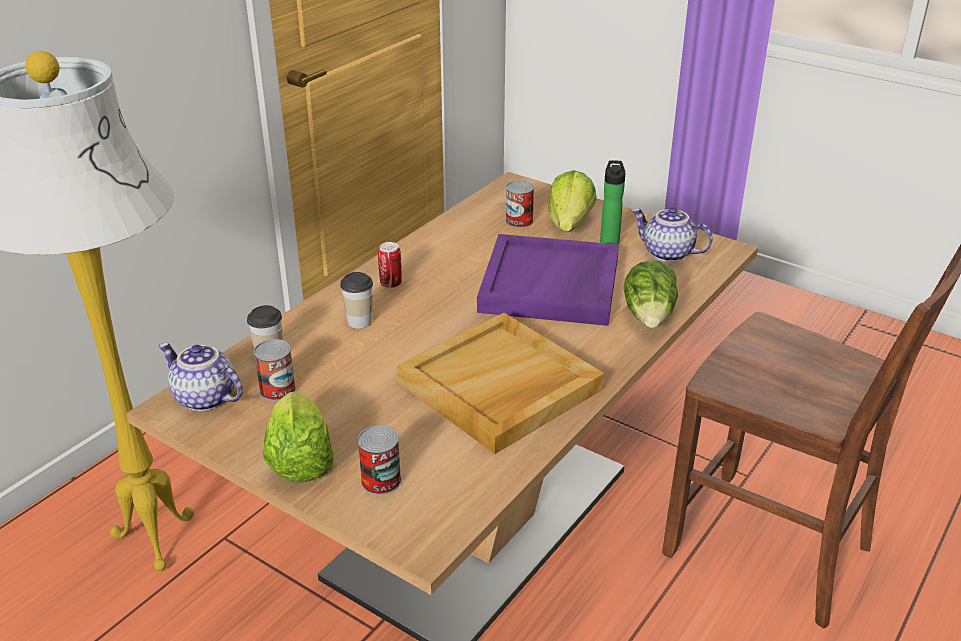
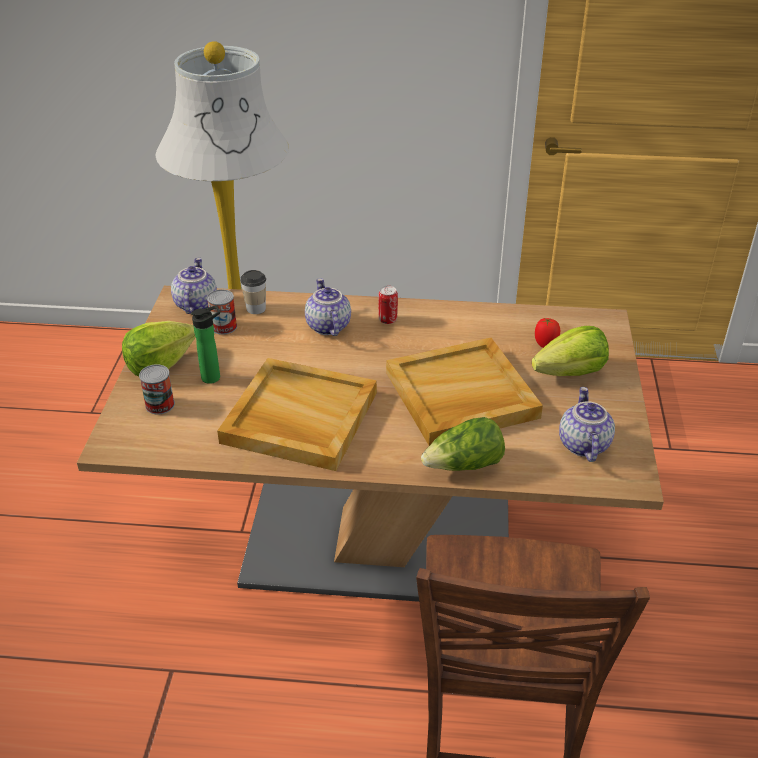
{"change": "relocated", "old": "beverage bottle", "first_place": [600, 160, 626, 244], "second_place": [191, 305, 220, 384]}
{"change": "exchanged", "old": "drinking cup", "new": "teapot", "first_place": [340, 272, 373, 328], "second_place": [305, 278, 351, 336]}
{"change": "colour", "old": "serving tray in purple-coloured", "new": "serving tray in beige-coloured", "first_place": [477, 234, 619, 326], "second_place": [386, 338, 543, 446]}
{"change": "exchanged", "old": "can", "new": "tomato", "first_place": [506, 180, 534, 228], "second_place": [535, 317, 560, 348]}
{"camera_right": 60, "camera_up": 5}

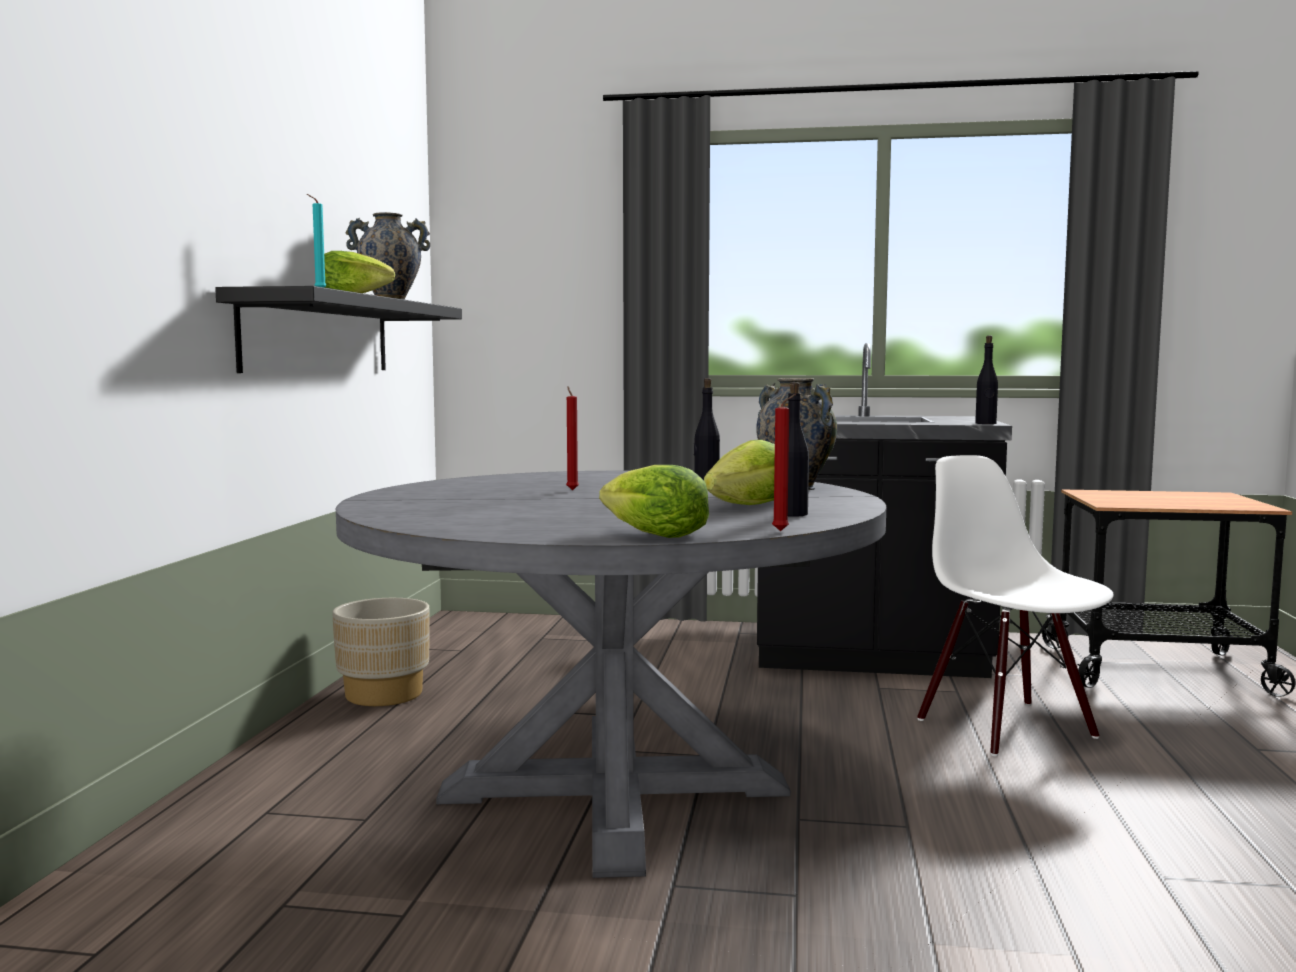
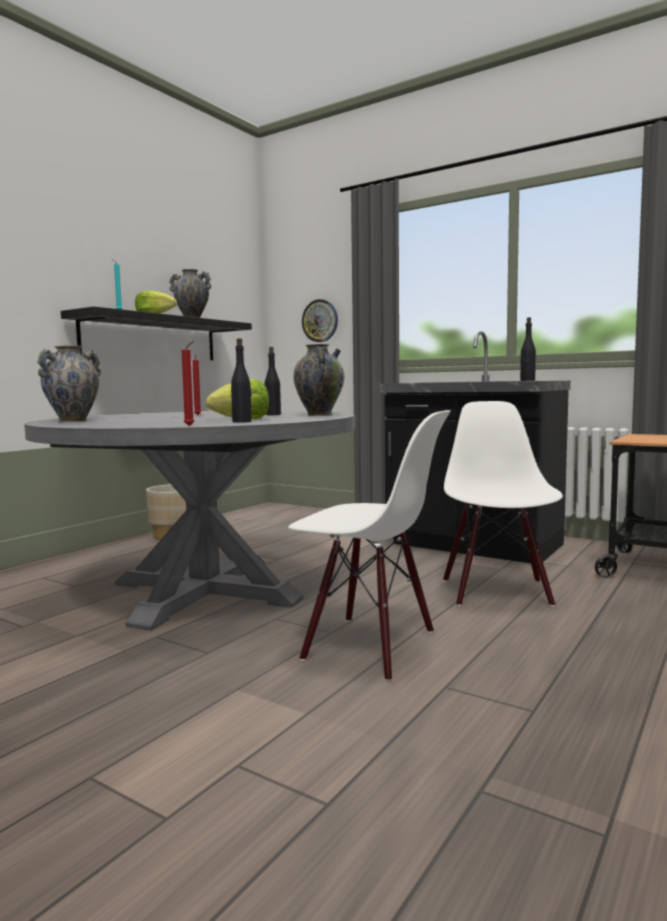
{"change": "appeared", "new": "decorative vase", "second_place": [37, 345, 101, 422]}
{"change": "appeared", "new": "plain chair in white", "second_place": [288, 410, 451, 682]}
{"change": "appeared", "new": "wall clock", "second_place": [302, 299, 338, 342]}
{"change": "missing", "old": "lettuce head", "first_place": [599, 465, 709, 538]}
{"camera_right": 25, "camera_up": 0}

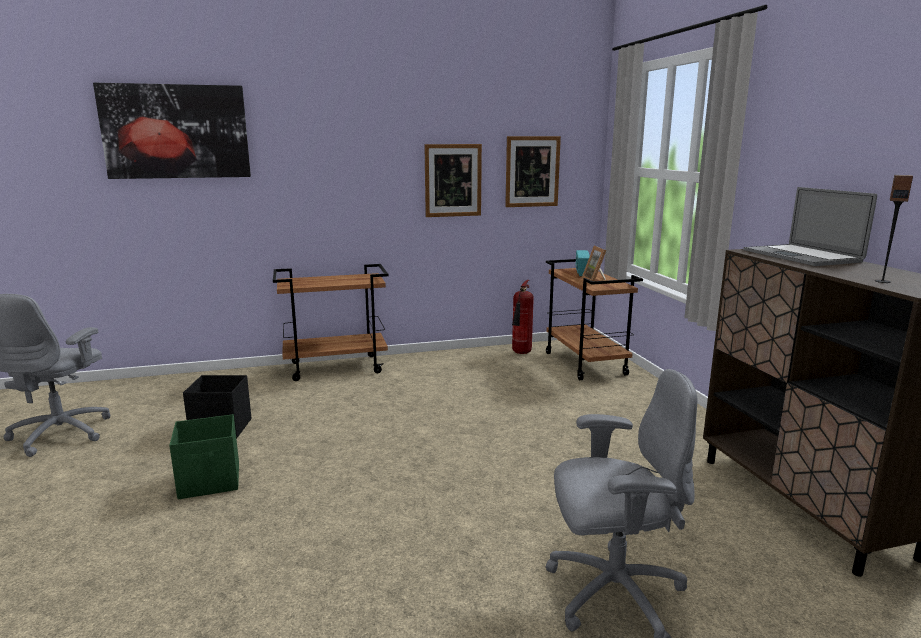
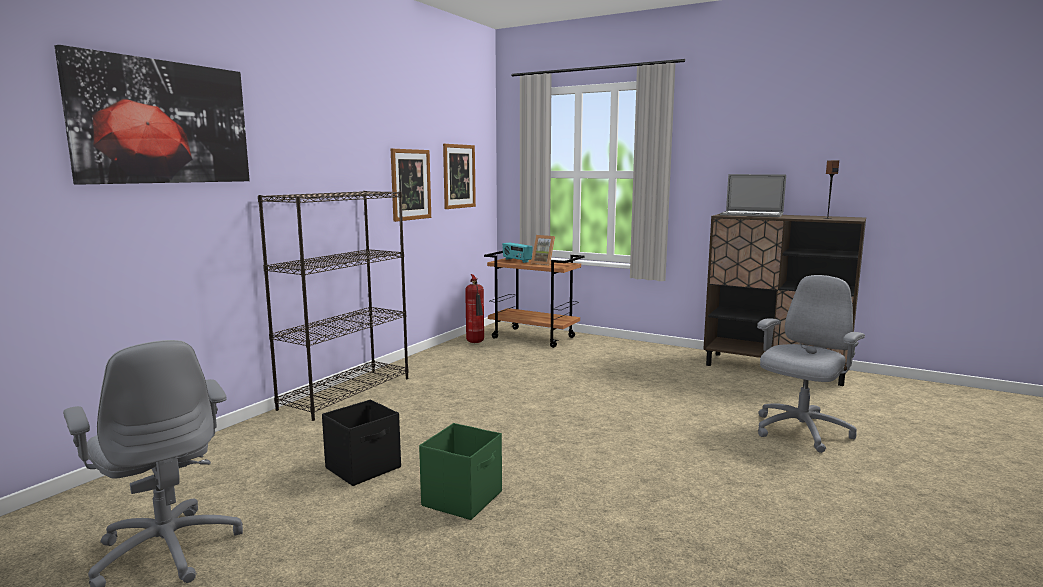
{"change": "exchanged", "old": "cart in brown", "new": "bookcase in black-coloured", "first_place": [273, 264, 388, 381], "second_place": [258, 191, 408, 421]}
{"camera_right": -45, "camera_up": -5}

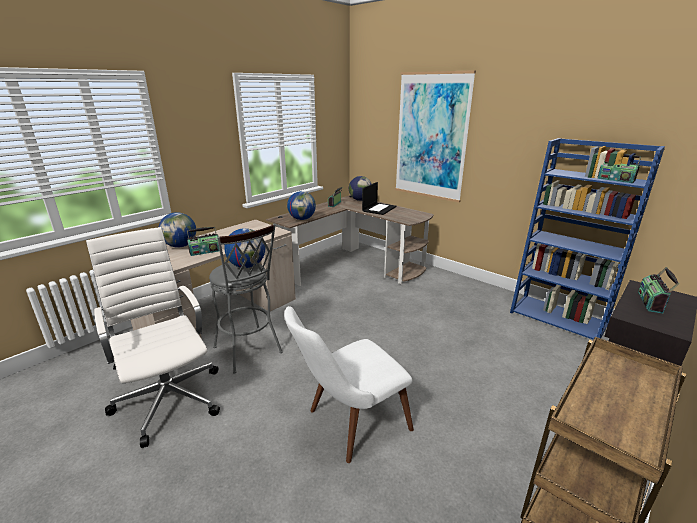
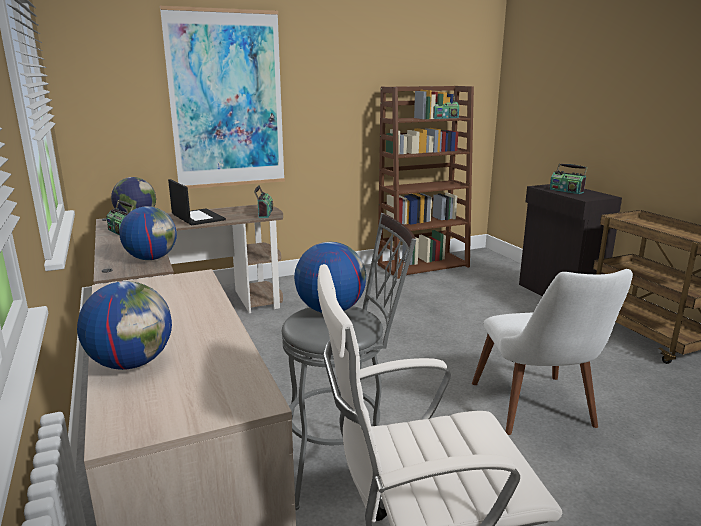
{"change": "relocated", "old": "radio receiver", "first_place": [187, 227, 220, 256], "second_place": [254, 186, 273, 218]}
{"change": "colour", "old": "bookcase in blue", "new": "bookcase in brown", "first_place": [510, 138, 665, 340], "second_place": [378, 86, 474, 279]}
{"camera_right": -65, "camera_up": -5}

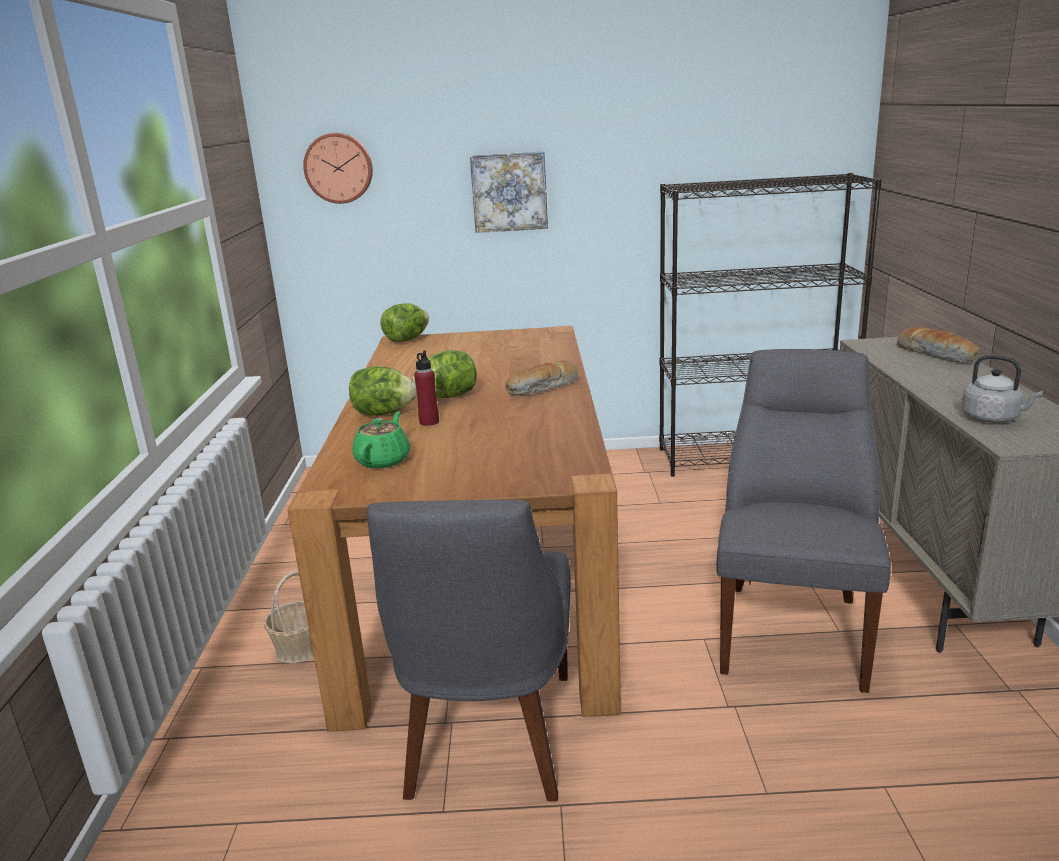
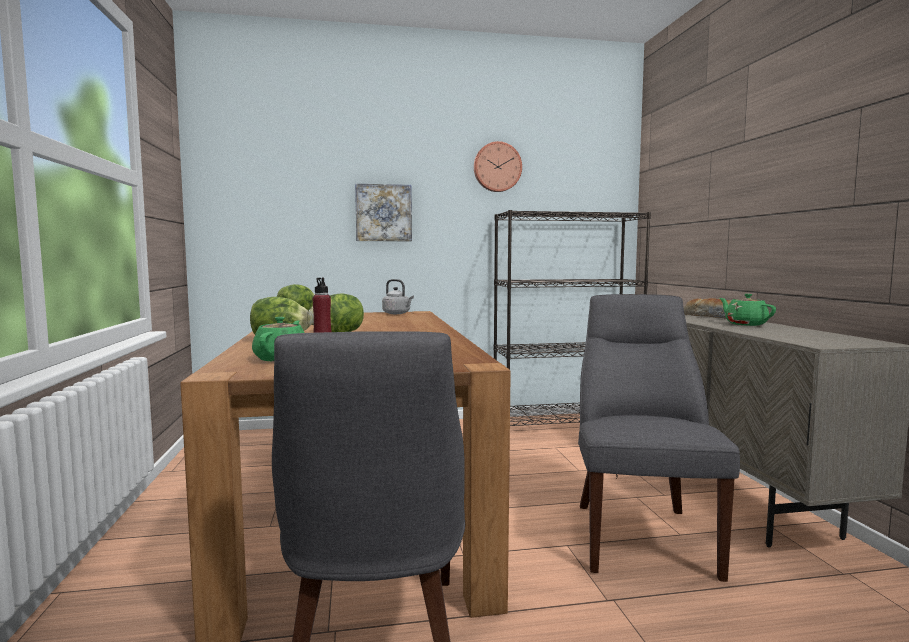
{"change": "relocated", "old": "water kettle in greyish", "first_place": [961, 355, 1043, 423], "second_place": [382, 279, 414, 314]}
{"change": "relocated", "old": "wall clock", "first_place": [303, 133, 373, 204], "second_place": [474, 141, 522, 192]}
{"change": "appeared", "new": "teapot in green-coloured", "second_place": [719, 294, 776, 326]}
{"change": "missing", "old": "basket", "first_place": [264, 571, 314, 663]}
{"change": "missing", "old": "baked bread", "first_place": [505, 360, 578, 396]}
{"camera_right": -10, "camera_up": -15}

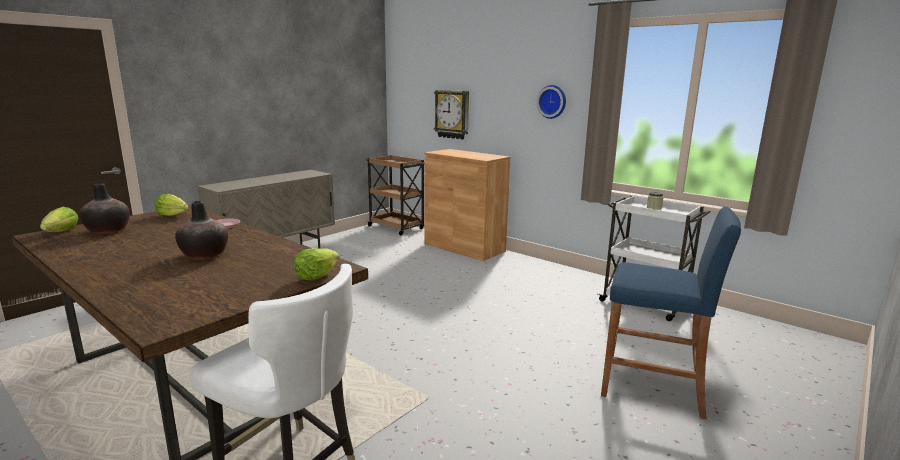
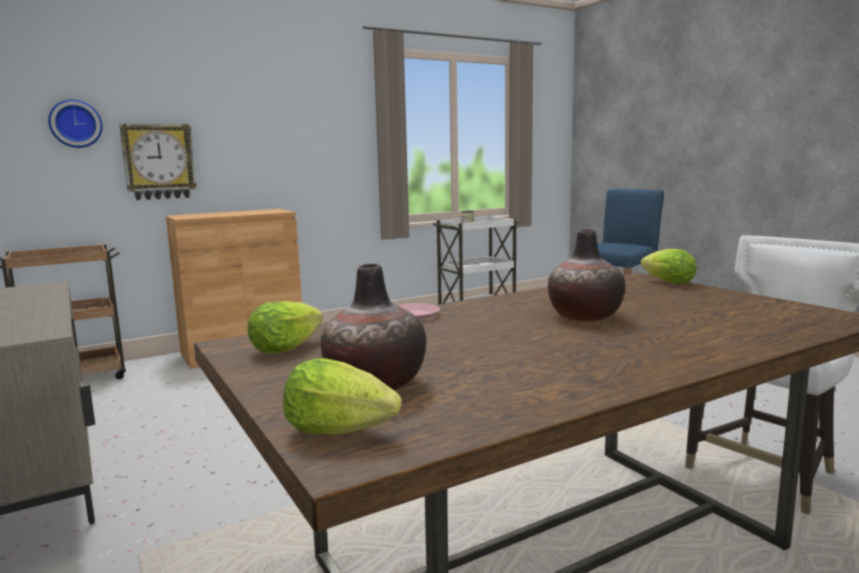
{"change": "relocated", "old": "wall clock", "first_place": [537, 85, 566, 119], "second_place": [48, 99, 103, 148]}
{"camera_right": -70, "camera_up": -5}

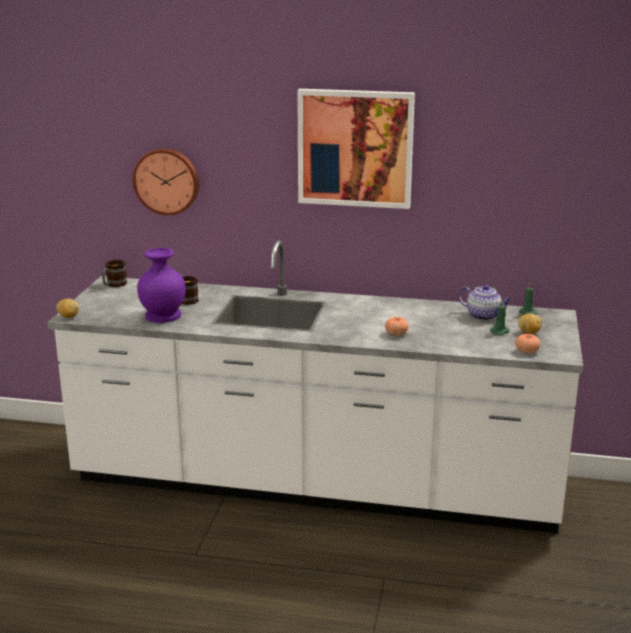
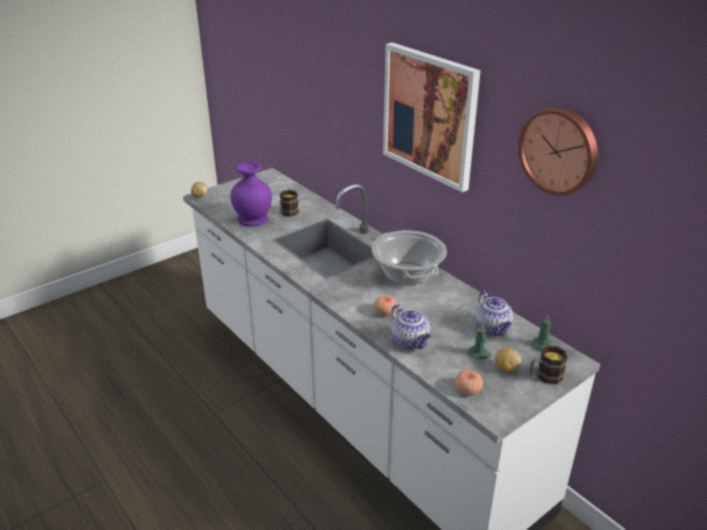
{"change": "appeared", "new": "saucepot", "second_place": [372, 230, 447, 285]}
{"change": "appeared", "new": "teapot", "second_place": [391, 304, 431, 349]}
{"change": "relocated", "old": "wall clock", "first_place": [133, 148, 199, 216], "second_place": [518, 107, 598, 196]}
{"change": "relocated", "old": "coffee mug", "first_place": [102, 260, 127, 287], "second_place": [530, 346, 568, 384]}
{"camera_right": 40, "camera_up": 10}

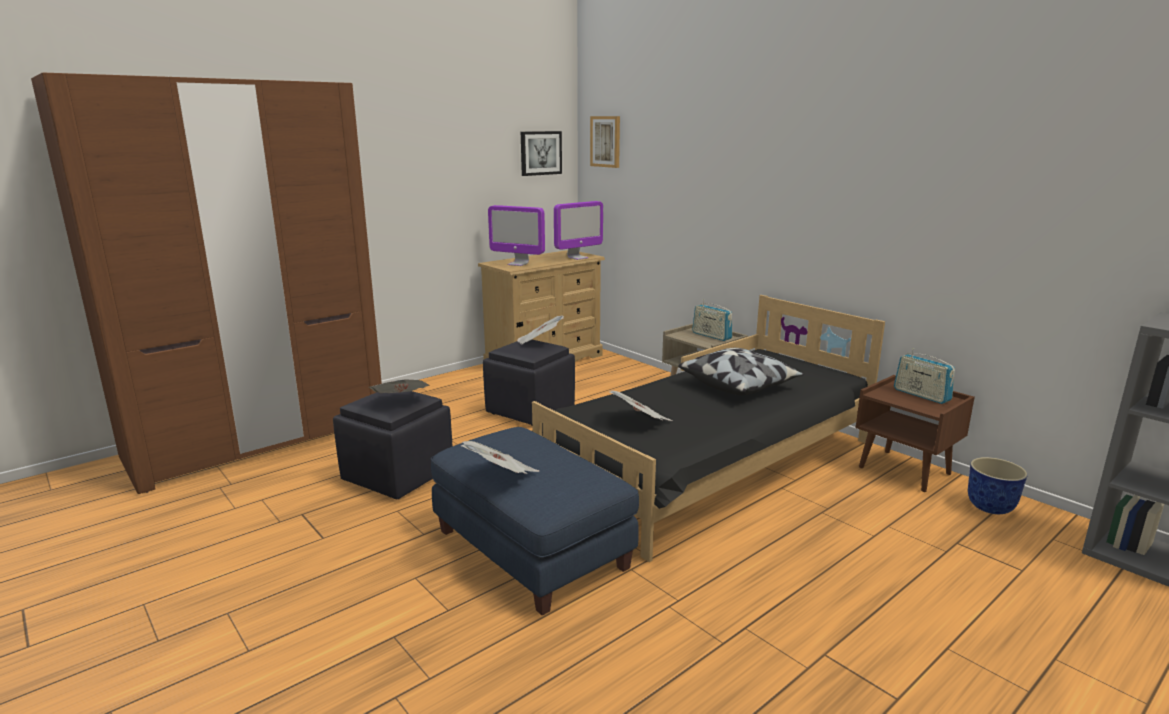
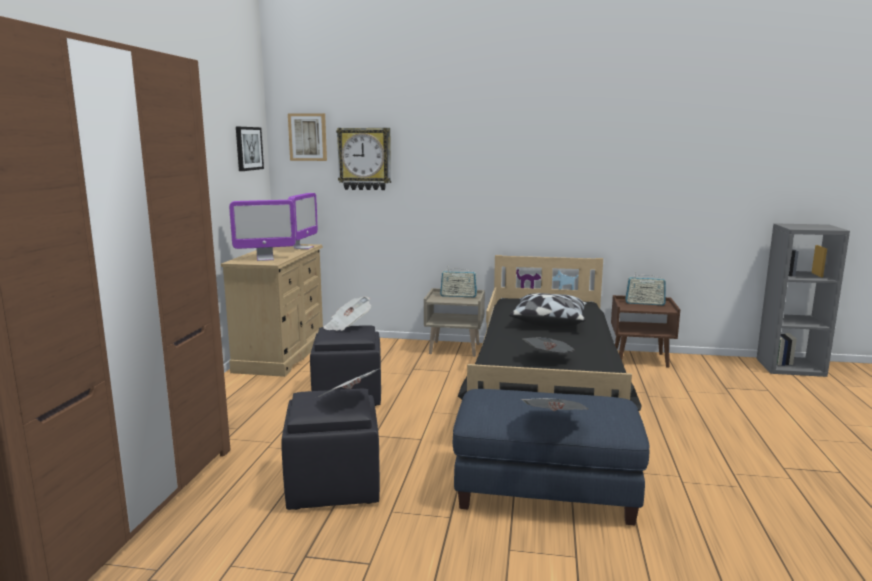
{"change": "appeared", "new": "wall clock", "second_place": [336, 128, 391, 190]}
{"change": "missing", "old": "planter", "first_place": [968, 457, 1028, 514]}
{"camera_right": -40, "camera_up": -5}

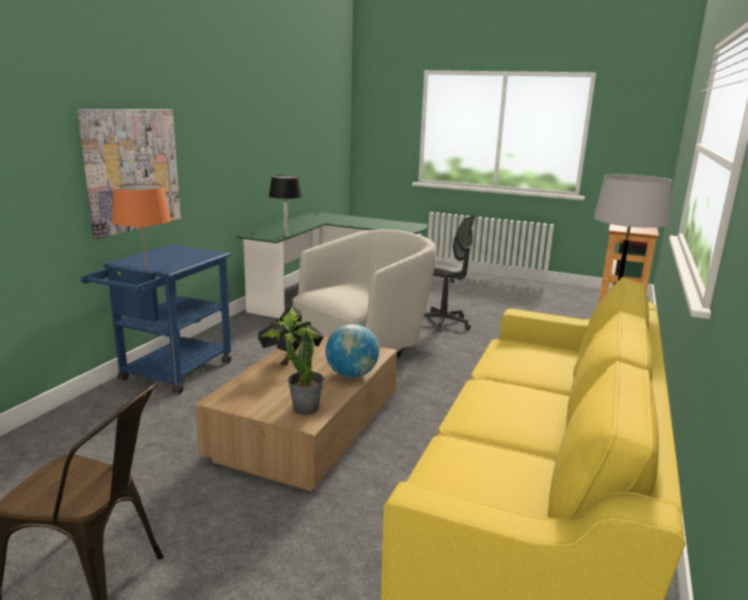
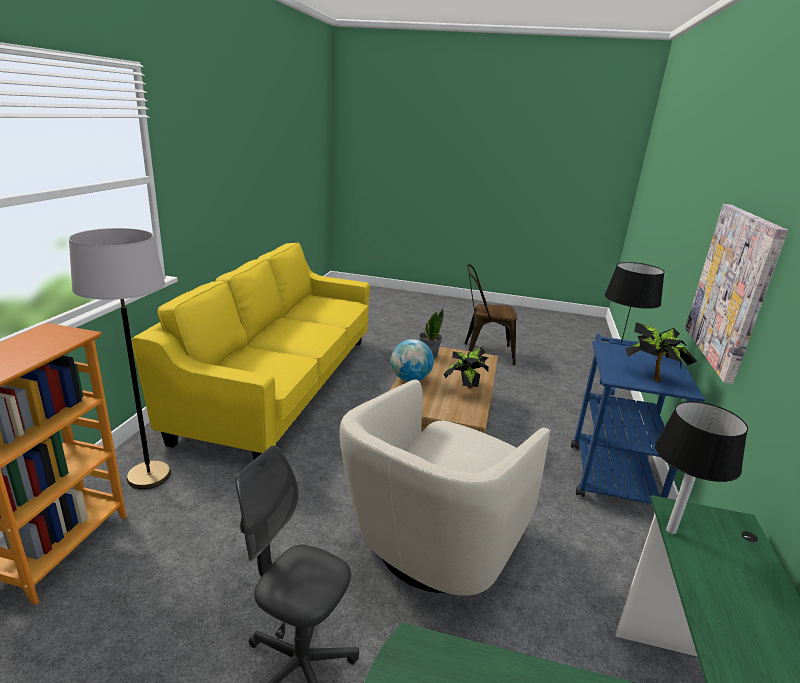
{"change": "colour", "old": "lamp for a table in orange", "new": "lamp for a table in black-coloured", "first_place": [112, 183, 171, 270], "second_place": [605, 262, 665, 343]}
{"change": "appeared", "new": "houseplant", "second_place": [625, 322, 697, 382]}
{"camera_right": 170, "camera_up": 5}

